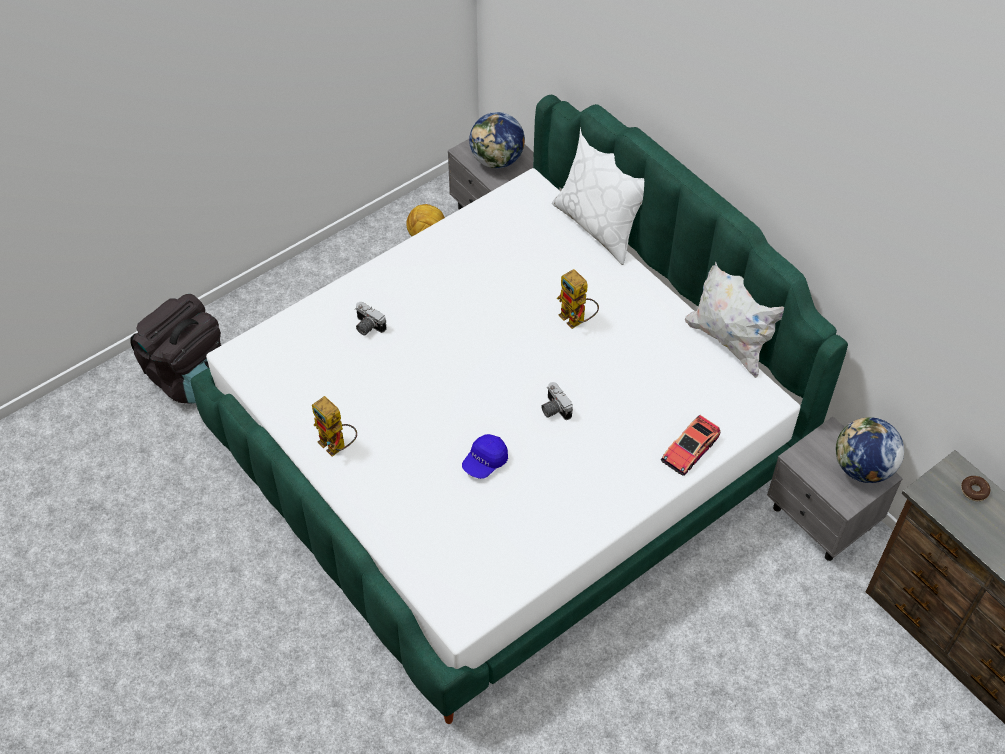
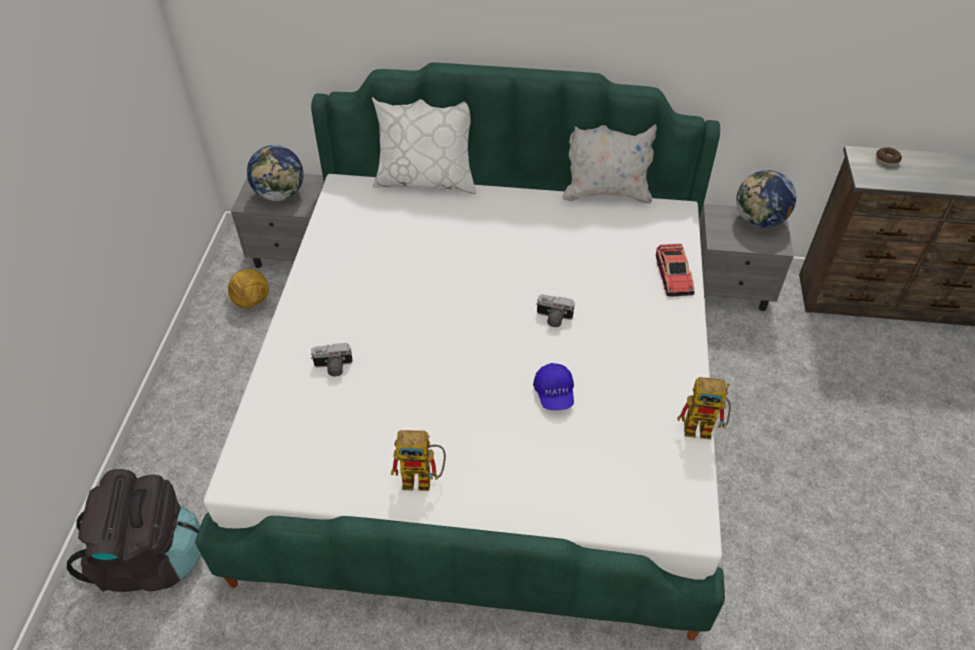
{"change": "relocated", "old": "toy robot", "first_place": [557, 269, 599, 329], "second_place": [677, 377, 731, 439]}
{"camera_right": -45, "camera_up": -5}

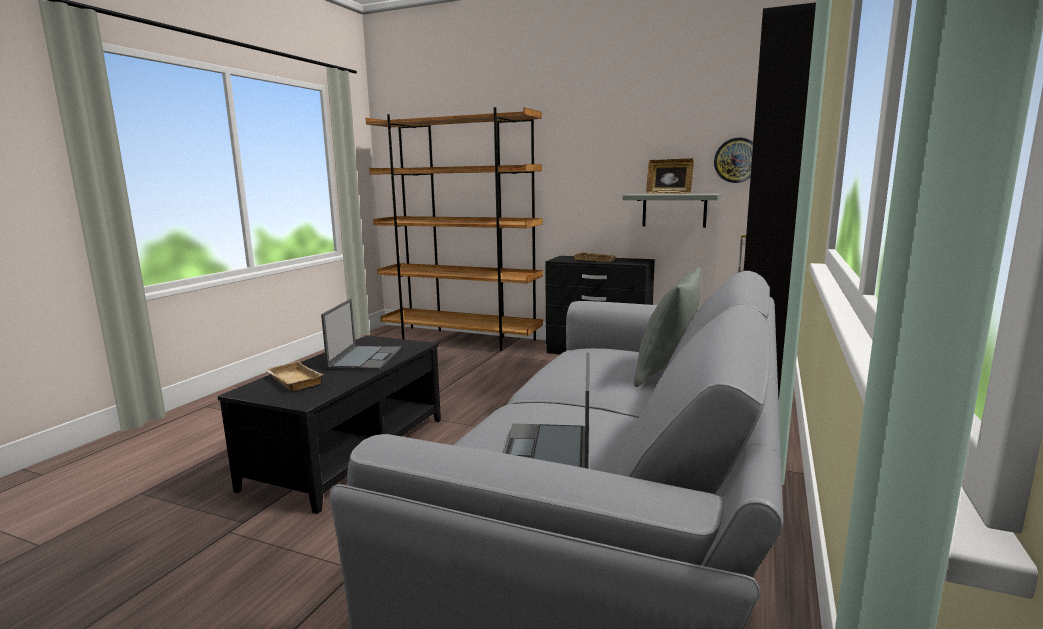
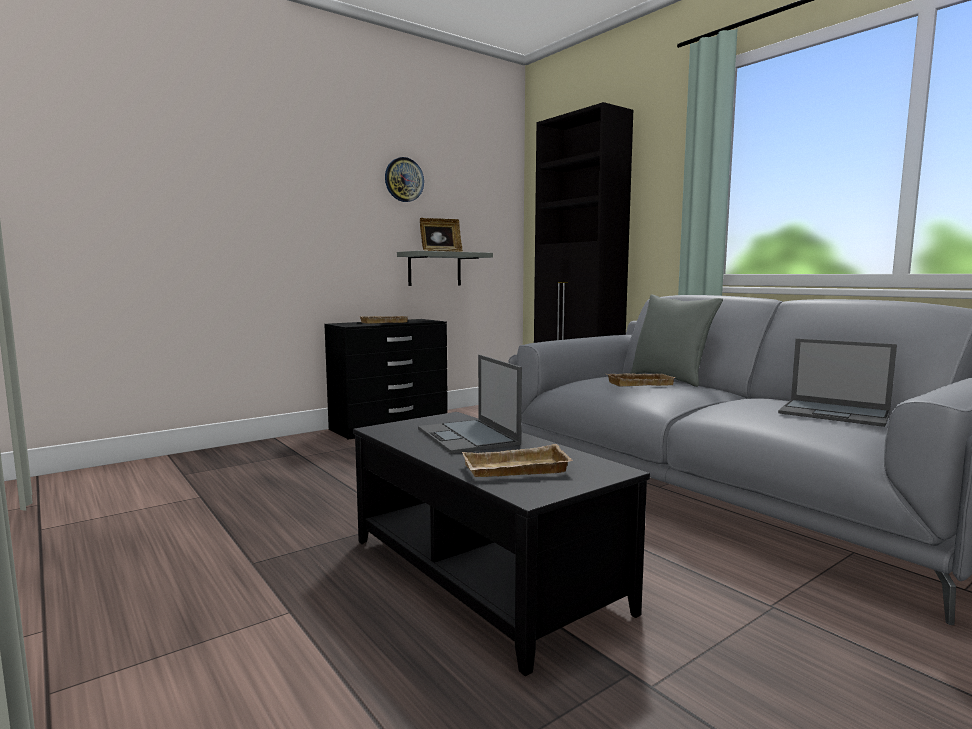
{"change": "relocated", "old": "wall clock", "first_place": [714, 138, 753, 183], "second_place": [385, 157, 424, 202]}
{"change": "spun", "old": "laptop", "first_place": [321, 299, 401, 370], "second_place": [418, 355, 522, 454], "degrees": -150}
{"change": "appeared", "new": "serving tray in beige-coloured", "second_place": [605, 373, 676, 386]}
{"change": "missing", "old": "bookcase in brown", "first_place": [366, 107, 543, 351]}
{"camera_right": -60, "camera_up": -5}

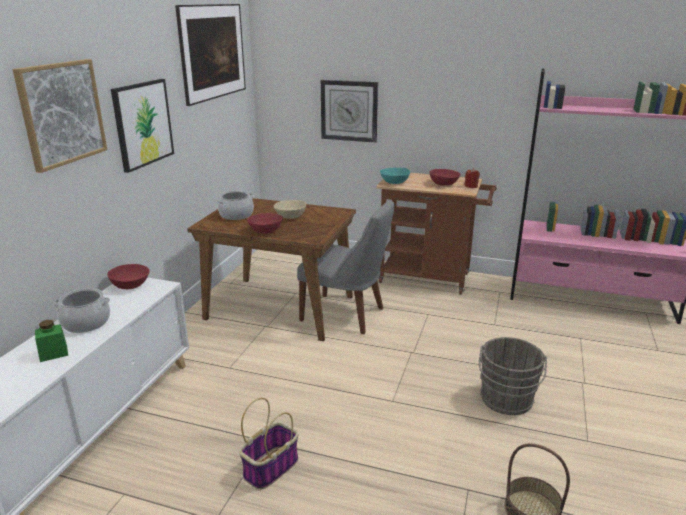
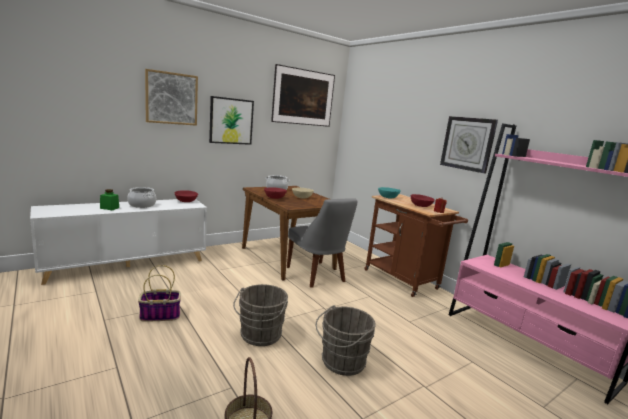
{"change": "appeared", "new": "bucket in greyish", "second_place": [233, 284, 288, 346]}
{"change": "relocated", "old": "wall clock", "first_place": [321, 80, 378, 143], "second_place": [440, 116, 498, 174]}
{"camera_right": 35, "camera_up": -10}

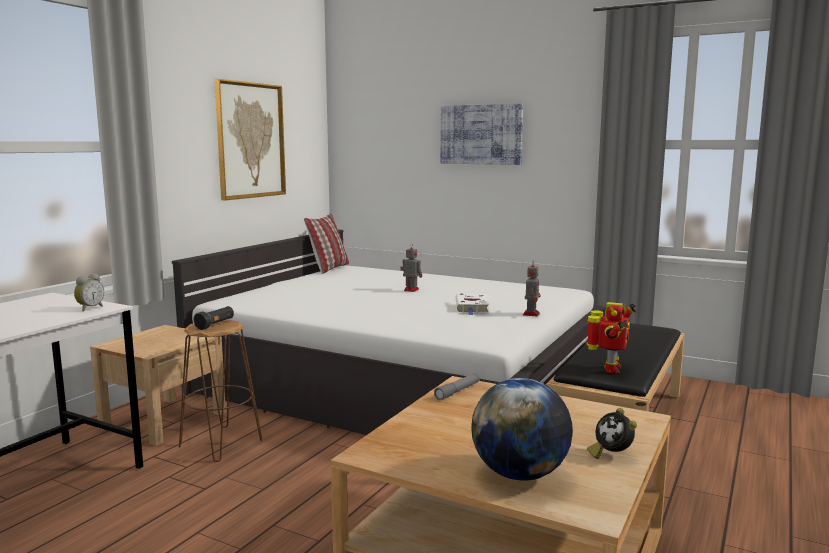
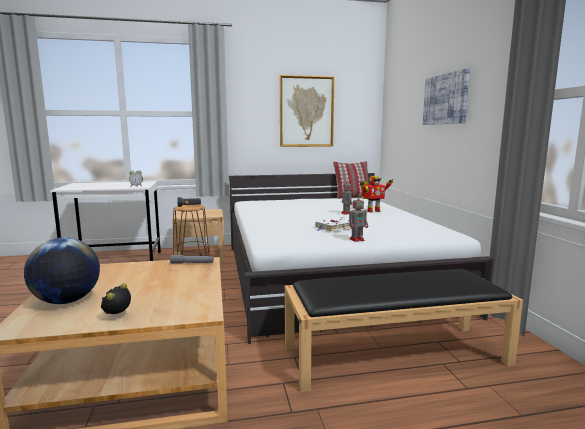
{"change": "relocated", "old": "toy robot", "first_place": [587, 302, 636, 374], "second_place": [360, 176, 393, 212]}
{"camera_right": 50, "camera_up": 0}

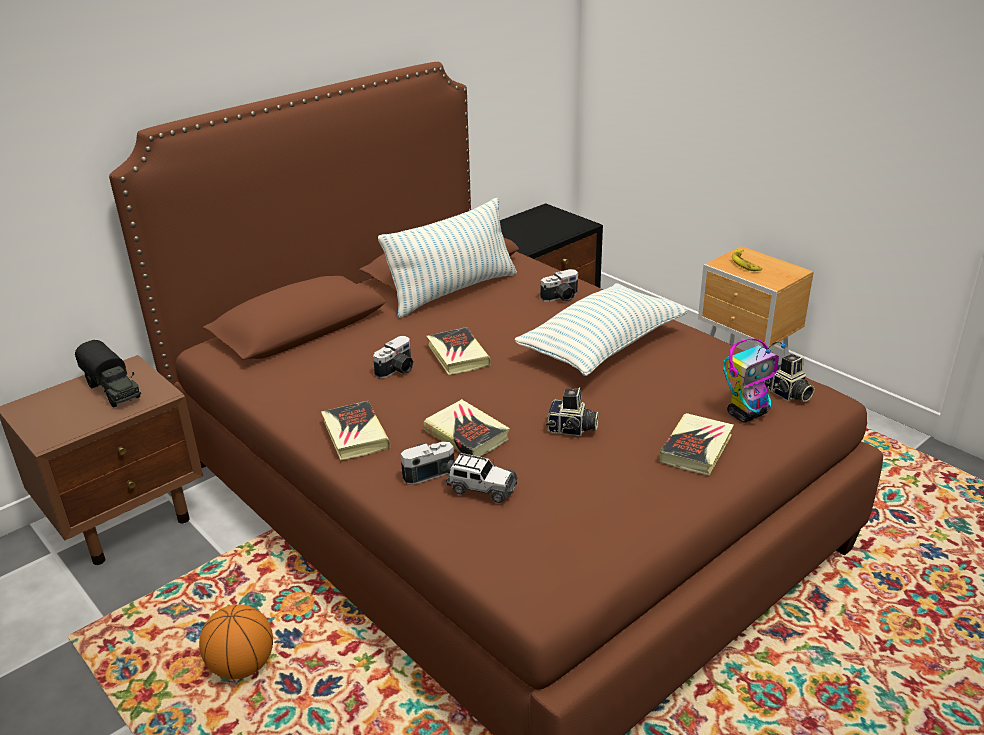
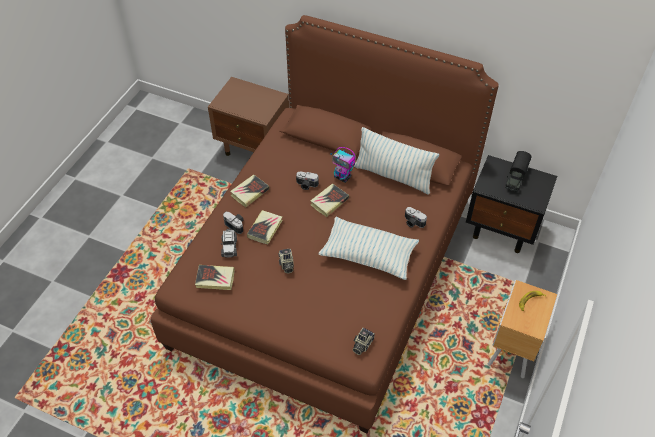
{"change": "relocated", "old": "bound book", "first_place": [660, 413, 734, 475], "second_place": [195, 265, 235, 290]}
{"change": "relocated", "old": "toy robot", "first_place": [723, 339, 786, 422], "second_place": [330, 147, 356, 183]}
{"change": "relocated", "old": "toy truck", "first_place": [75, 340, 141, 408], "second_place": [505, 151, 531, 192]}
{"change": "missing", "old": "basketball", "first_place": [199, 605, 273, 679]}
{"camera_right": 65, "camera_up": 20}

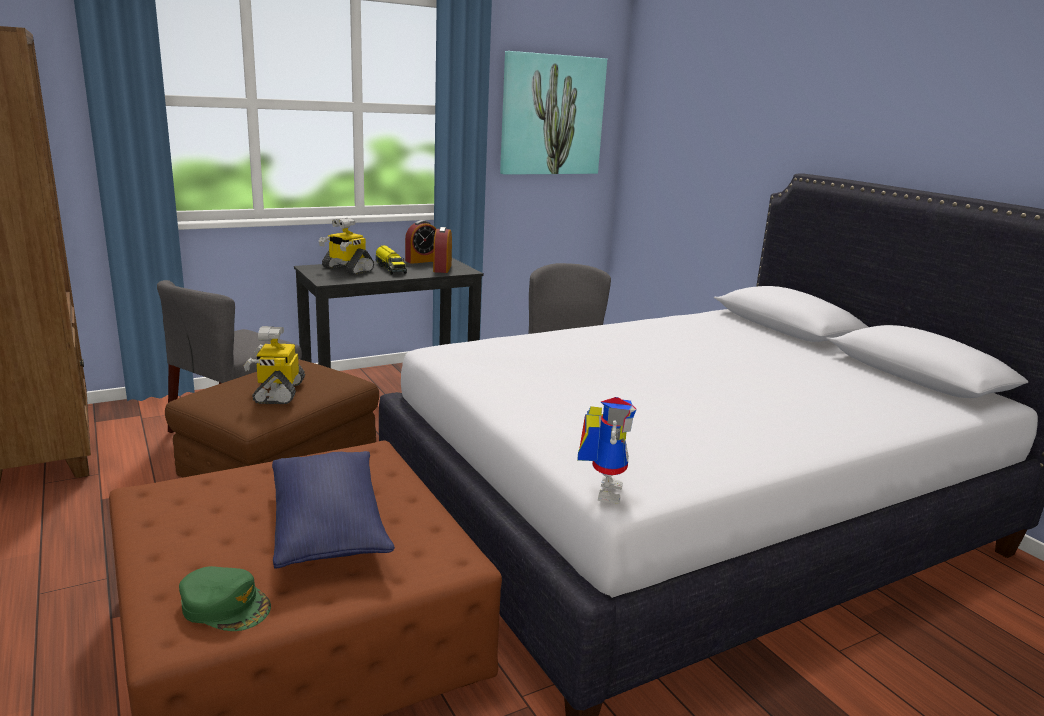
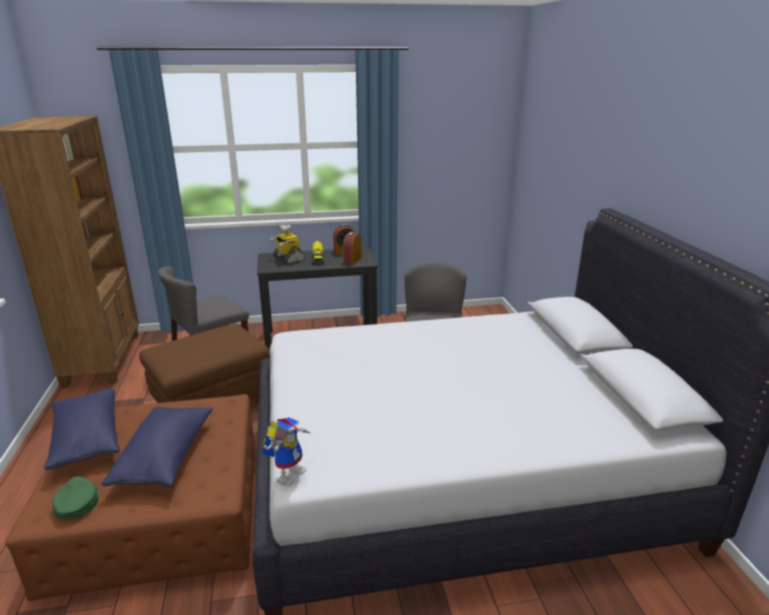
{"change": "appeared", "new": "throw pillow in blue", "second_place": [44, 389, 119, 470]}
{"change": "spun", "old": "baseball cap in green-coloured", "first_place": [179, 566, 271, 631], "second_place": [52, 476, 99, 520], "degrees": -150}
{"change": "missing", "old": "toy robot", "first_place": [244, 326, 305, 404]}
{"change": "missing", "old": "wall picture", "first_place": [500, 51, 607, 175]}
{"camera_right": 20, "camera_up": 5}

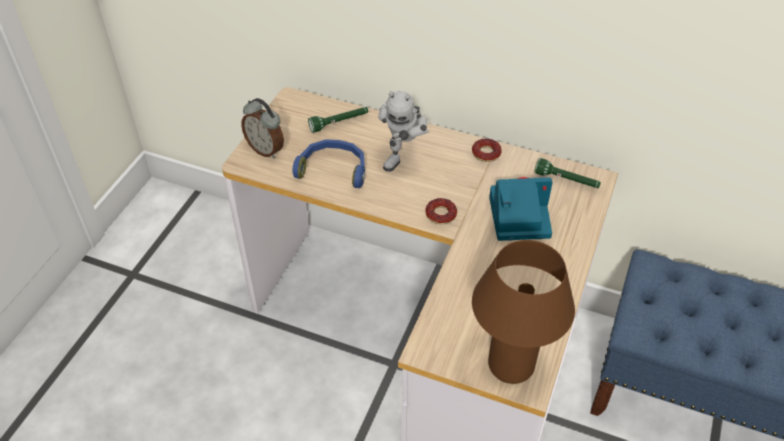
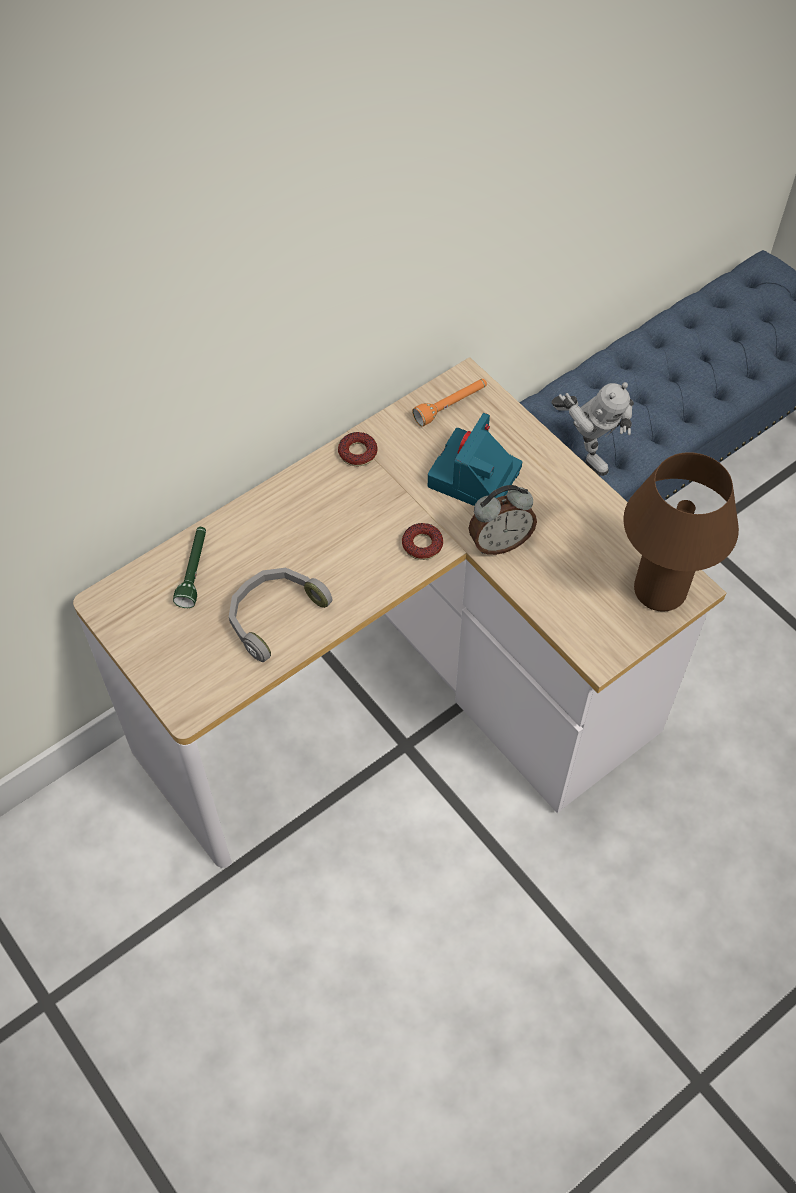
{"change": "colour", "old": "pair of headphones in blue", "new": "pair of headphones in greyish", "first_place": [293, 139, 365, 188], "second_place": [229, 568, 332, 662]}
{"change": "colour", "old": "hand torch in green-coloured", "new": "hand torch in orange", "first_place": [534, 158, 601, 188], "second_place": [412, 379, 487, 426]}
{"change": "relocated", "old": "bedside clock", "first_place": [241, 98, 284, 159], "second_place": [468, 485, 537, 555]}
{"change": "relocated", "old": "toy robot", "first_place": [378, 90, 429, 172], "second_place": [551, 382, 634, 476]}
{"camera_right": -60, "camera_up": 10}

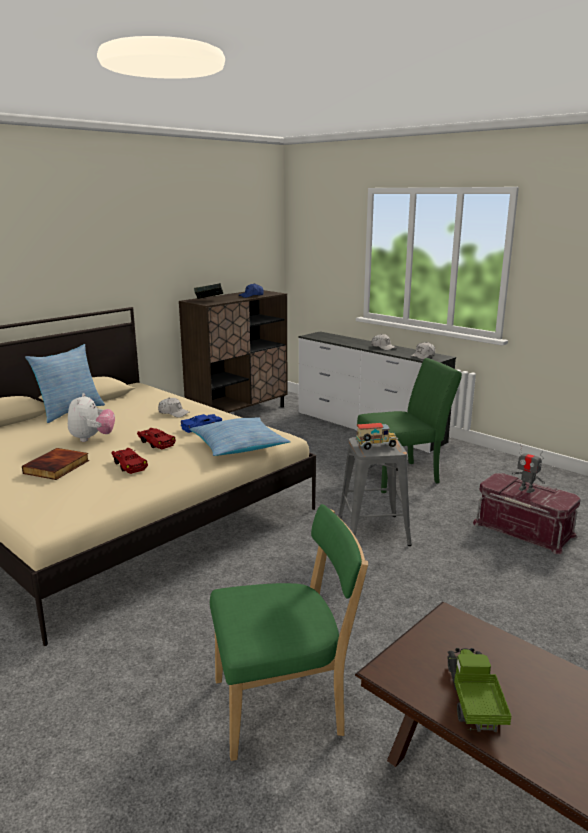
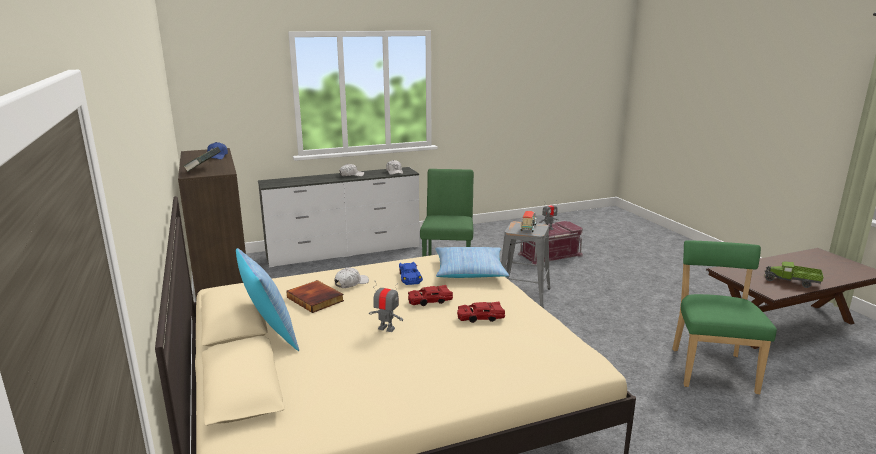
{"change": "relocated", "old": "bound book", "first_place": [22, 448, 89, 480], "second_place": [286, 280, 344, 313]}
{"change": "exchanged", "old": "soft toy", "new": "toy robot", "first_place": [68, 393, 115, 442], "second_place": [369, 282, 403, 332]}
{"camera_right": -65, "camera_up": 0}

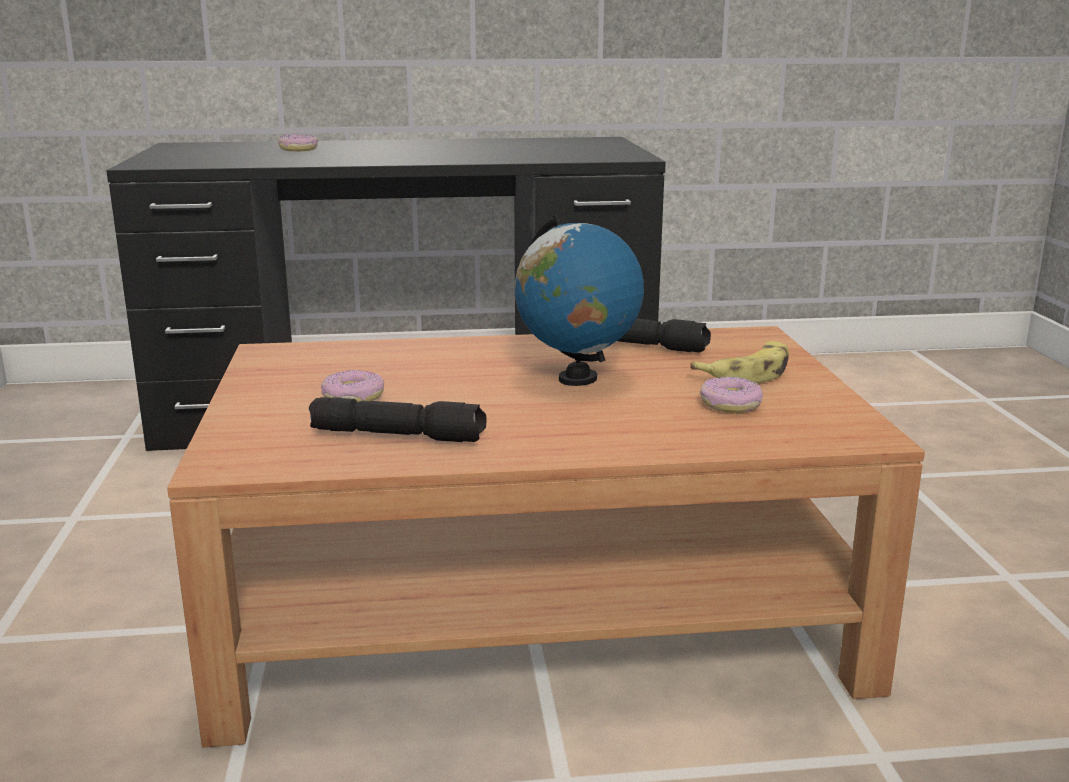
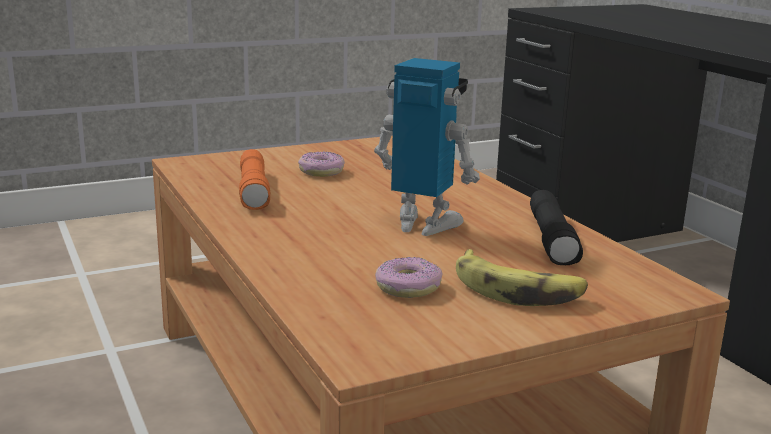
{"change": "colour", "old": "hand torch in black-coloured", "new": "hand torch in orange", "first_place": [309, 397, 486, 442], "second_place": [239, 149, 270, 210]}
{"change": "exchanged", "old": "world globe", "new": "toy robot", "first_place": [514, 214, 644, 386], "second_place": [374, 58, 480, 236]}
{"change": "missing", "old": "doughnut", "first_place": [278, 134, 318, 151]}
{"camera_right": 70, "camera_up": 0}

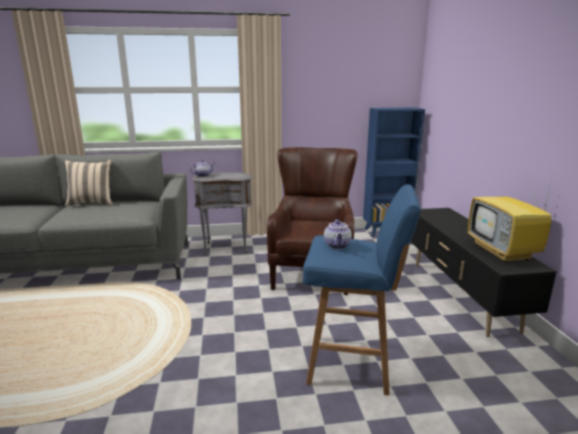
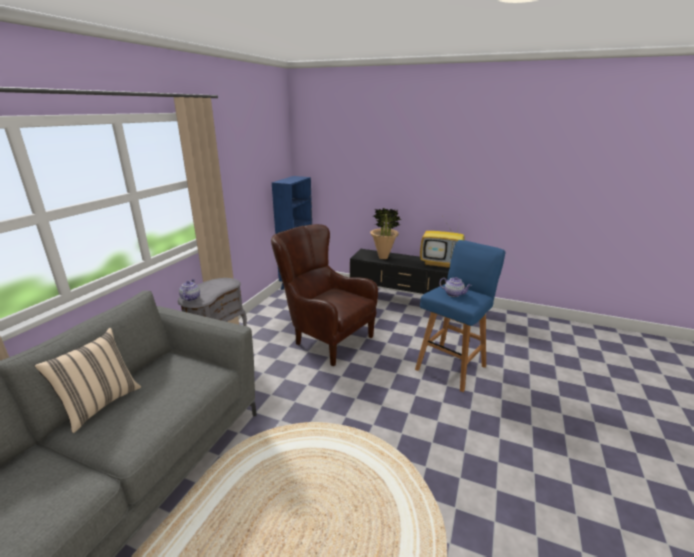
{"change": "appeared", "new": "houseplant", "second_place": [370, 208, 402, 259]}
{"camera_right": -60, "camera_up": 5}

